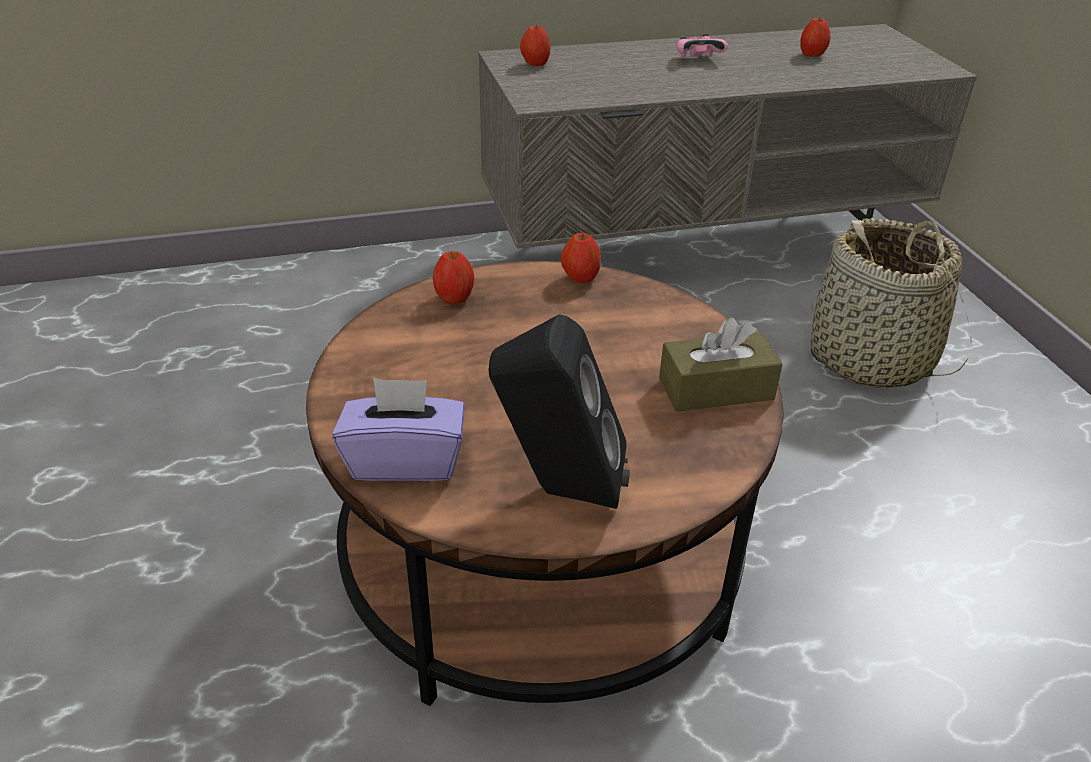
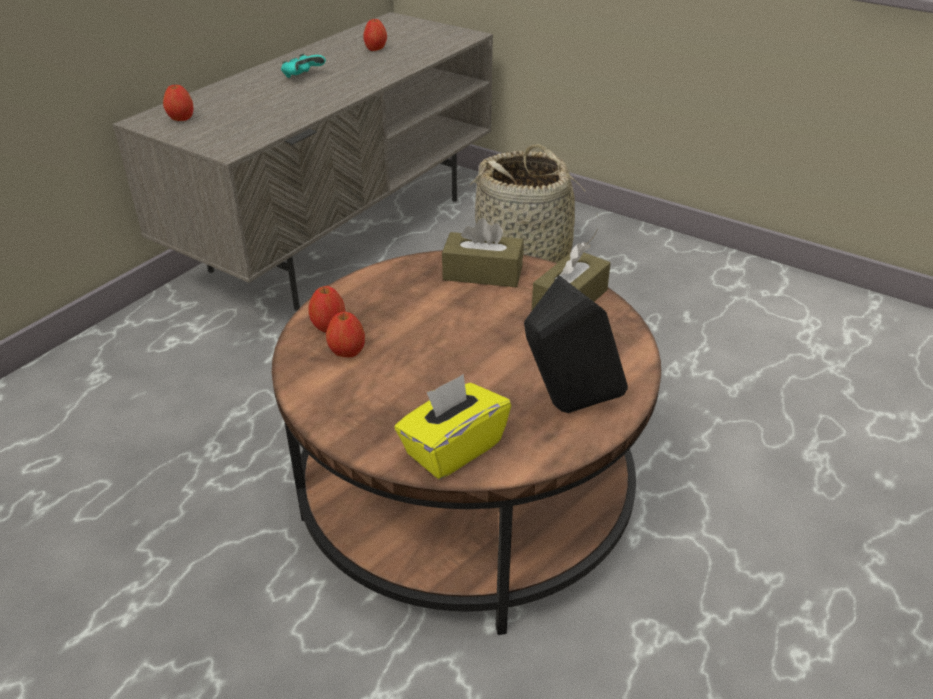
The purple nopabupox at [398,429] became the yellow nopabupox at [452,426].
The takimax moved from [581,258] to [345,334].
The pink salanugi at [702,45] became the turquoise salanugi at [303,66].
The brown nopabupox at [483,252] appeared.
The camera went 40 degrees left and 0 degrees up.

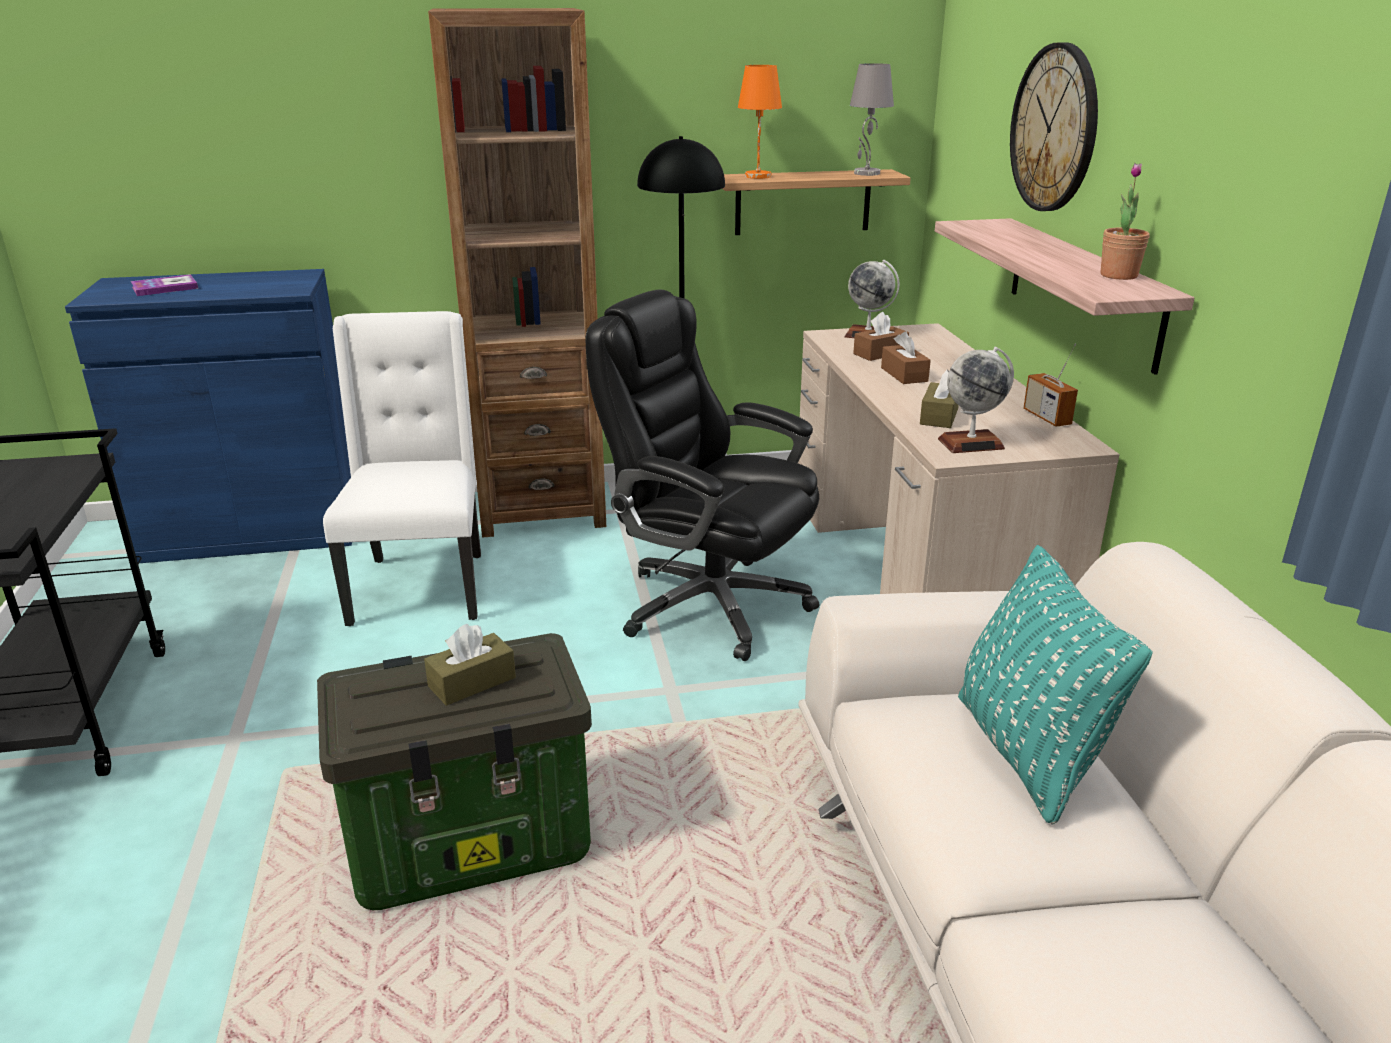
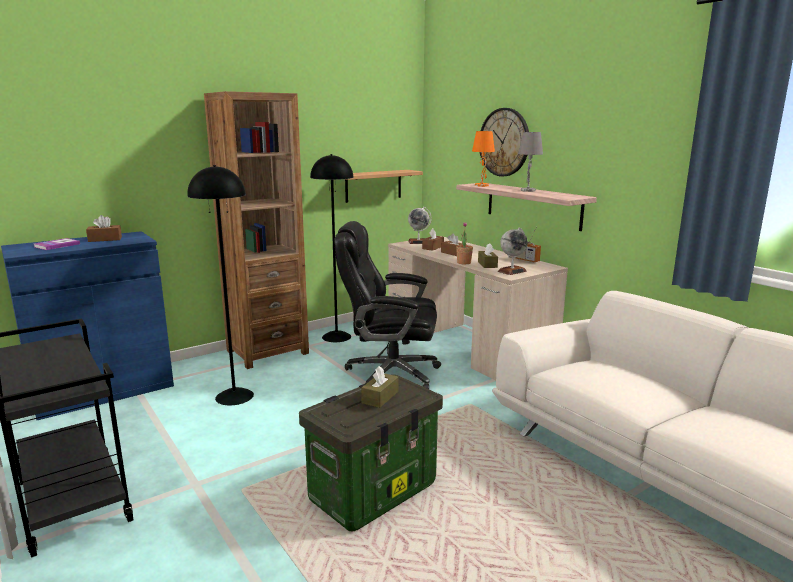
The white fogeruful at [402,468] was replaced by the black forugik at [220,285].
The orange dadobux moved from [760,122] to [483,159].
The grey dadobux moved from [872,119] to [530,162].
The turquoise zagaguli at [1055,684] disappeared.
The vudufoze moved from [1125,221] to [464,243].
The brown nopabupox at [104,228] appeared.
The camera went 25 degrees left and 10 degrees down.

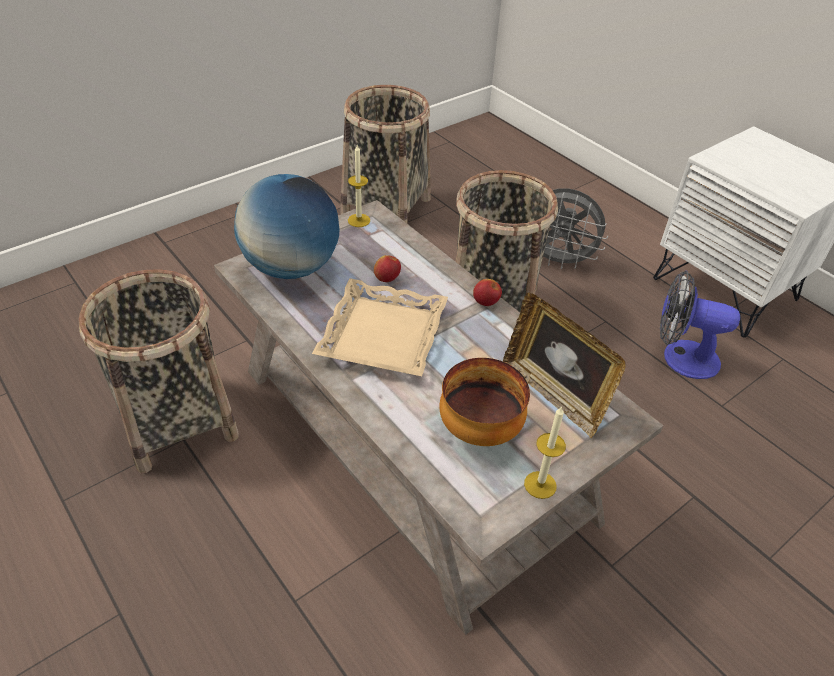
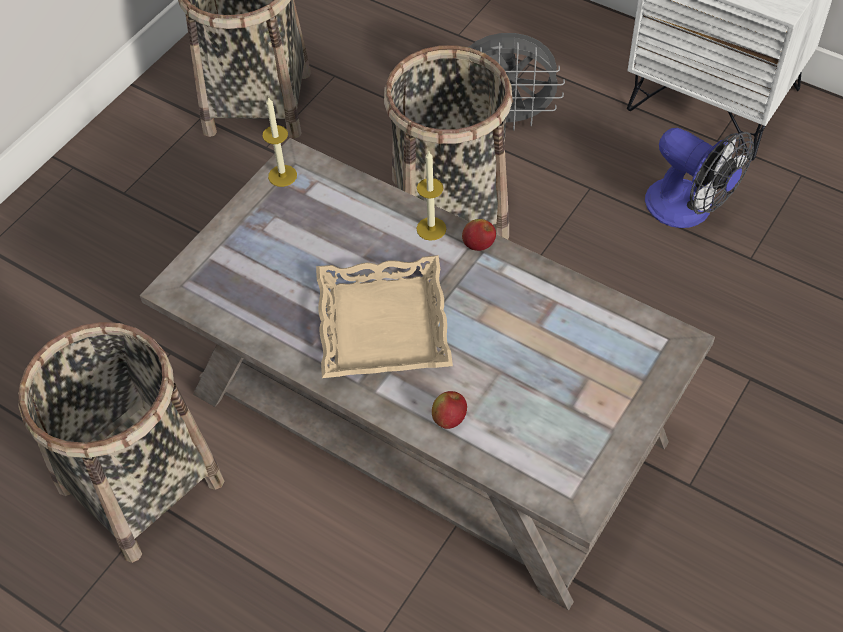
The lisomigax at [286,226] disappeared.
The takimax moved from [387,268] to [449,410].
The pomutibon at [484,402] disappeared.
The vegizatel at [564,365] disappeared.
The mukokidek moved from [545,452] to [431,196].
The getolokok at [700,324] turned 135 degrees counterclockwise.
The camera went 15 degrees left and 10 degrees up.

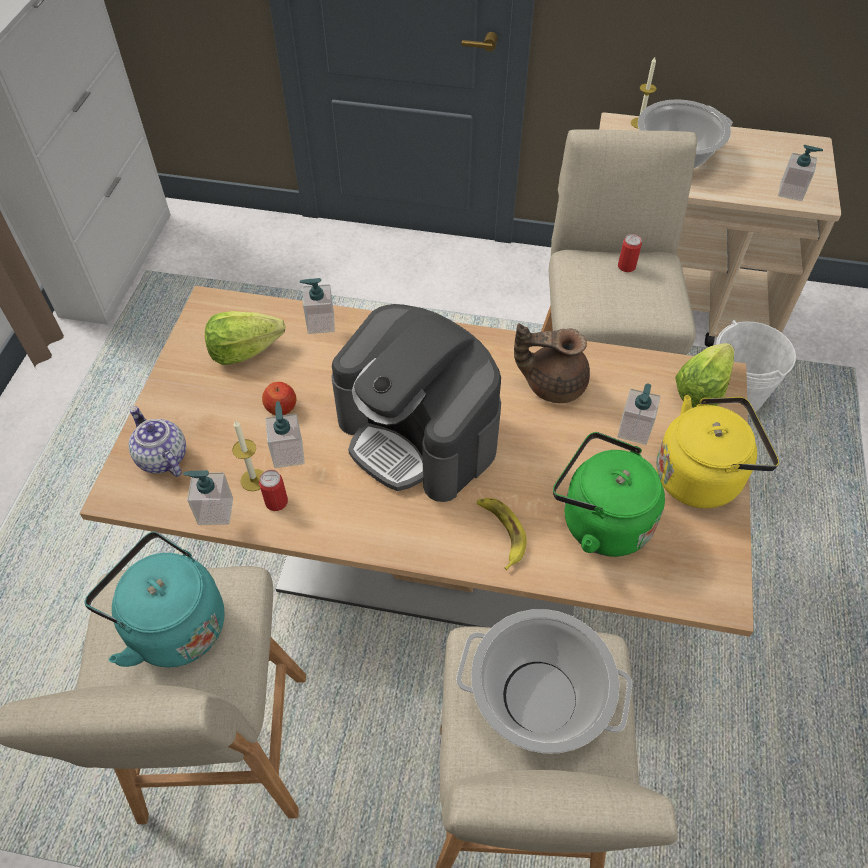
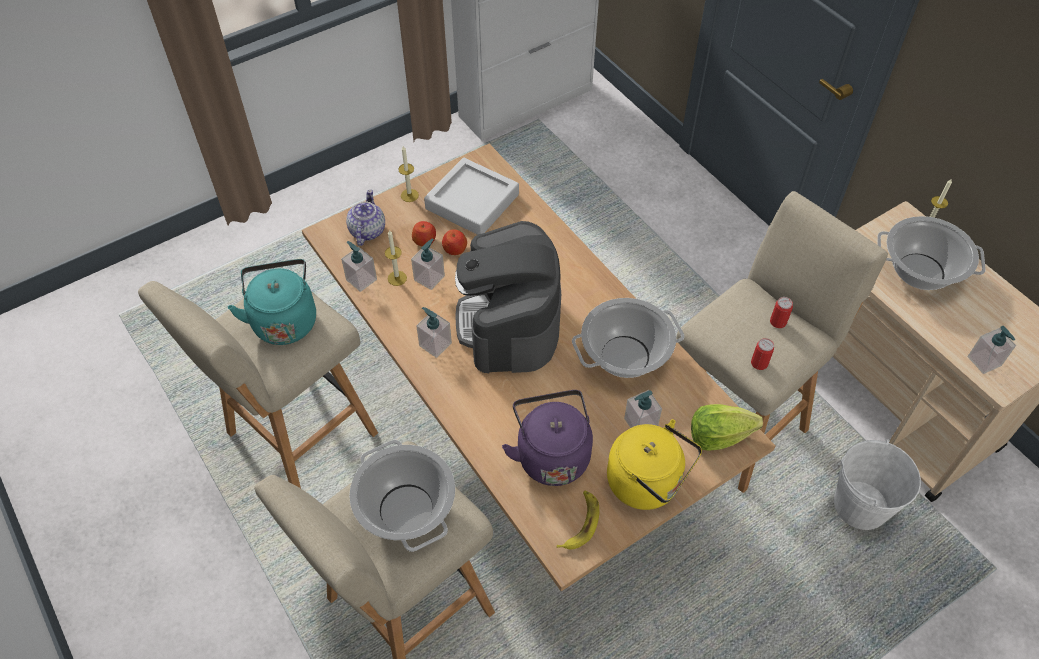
The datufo at [245,338] was replaced by the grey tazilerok at [471,196].
The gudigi moved from [273,490] to [762,354].
The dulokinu moved from [317,306] to [434,332].
The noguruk moved from [502,534] to [578,519].
The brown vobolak at [552,363] was replaced by the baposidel at [628,338].
The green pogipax at [609,494] became the purple pogipax at [547,438].
The mukokidek at [408,174] appeared.
The takimax at [424,233] appeared.
The camera went 45 degrees right and 0 degrees up.

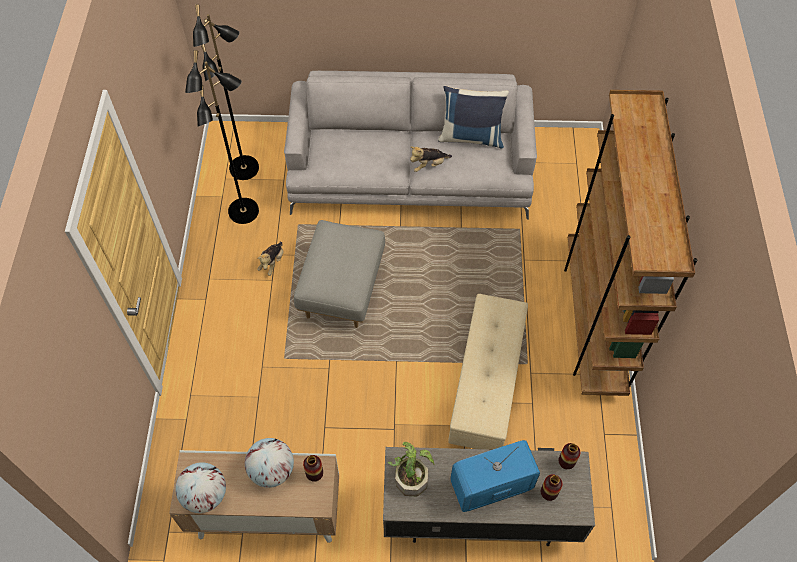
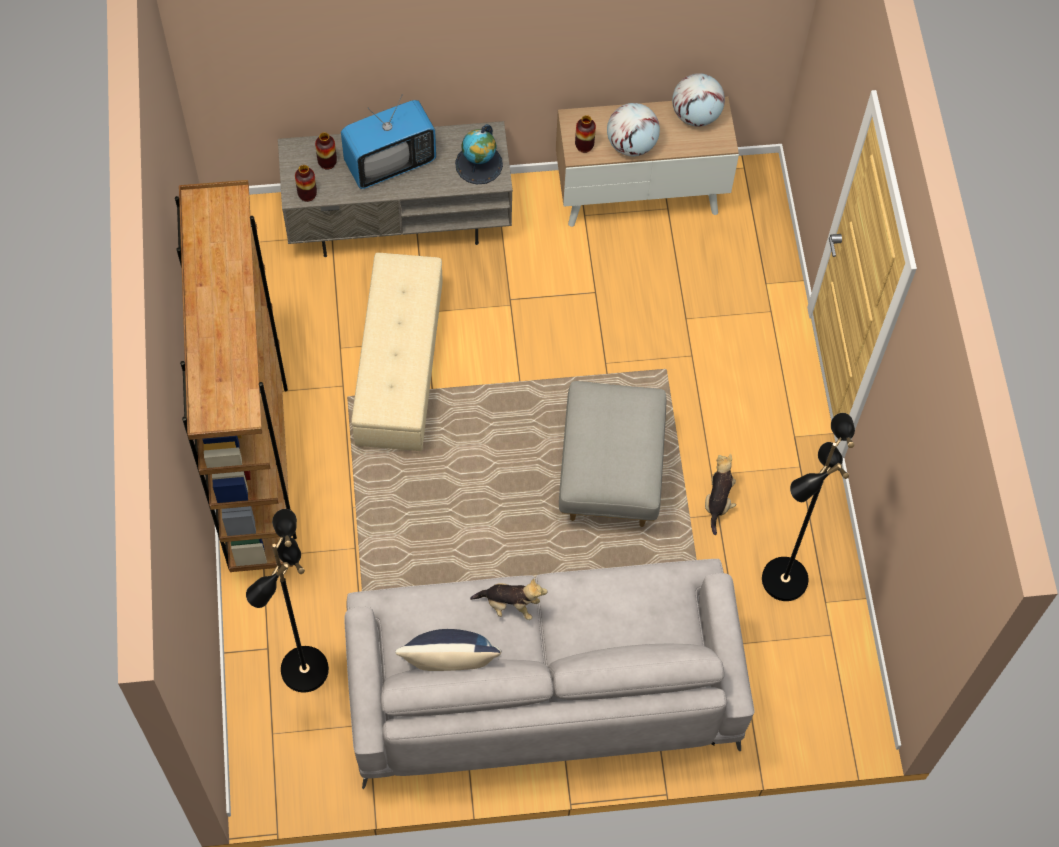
The black forugik moved from [226,92] to [287,601].
The vudufoze at [411,469] was replaced by the lisomigax at [479,154].
The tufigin at [431,159] turned 45 degrees clockwise.
The camera went 170 degrees right and 5 degrees up.

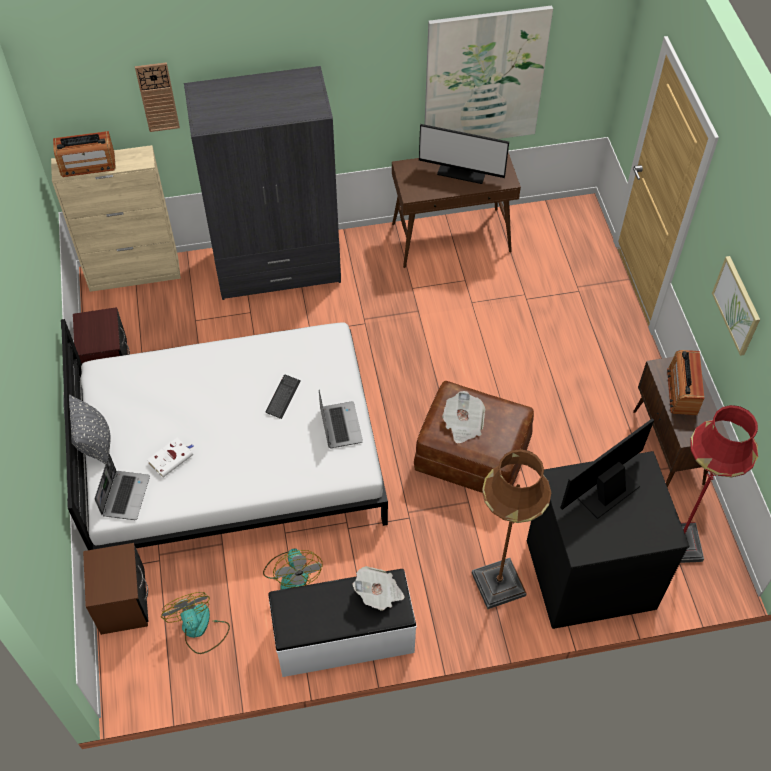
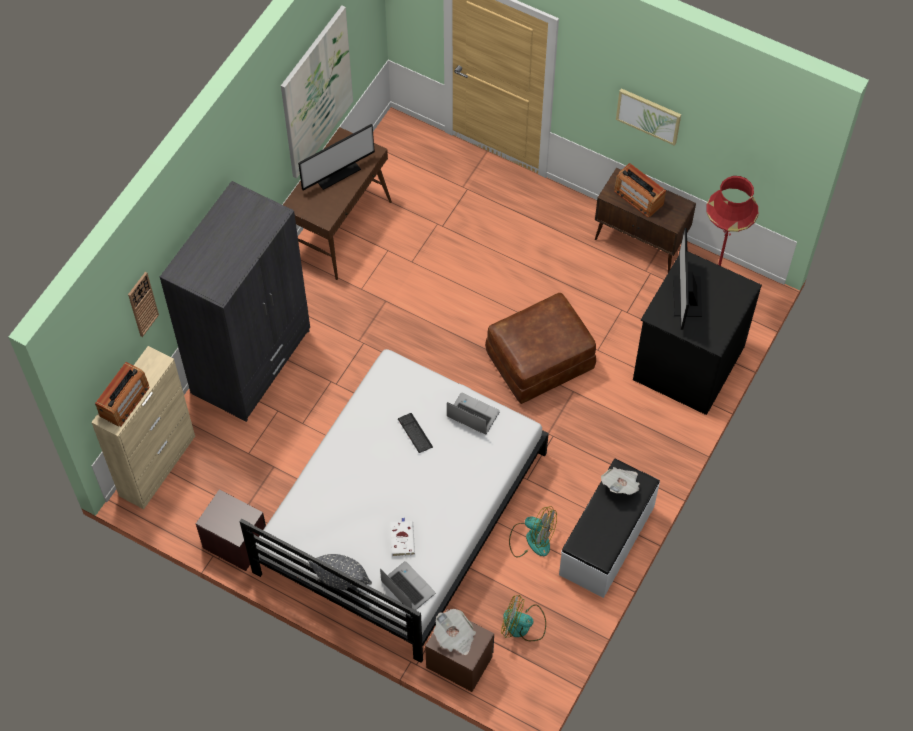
The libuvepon moved from [463,417] to [455,632].
The brown forugik at [511,529] disappeared.
The camera went 50 degrees left and 5 degrees up.

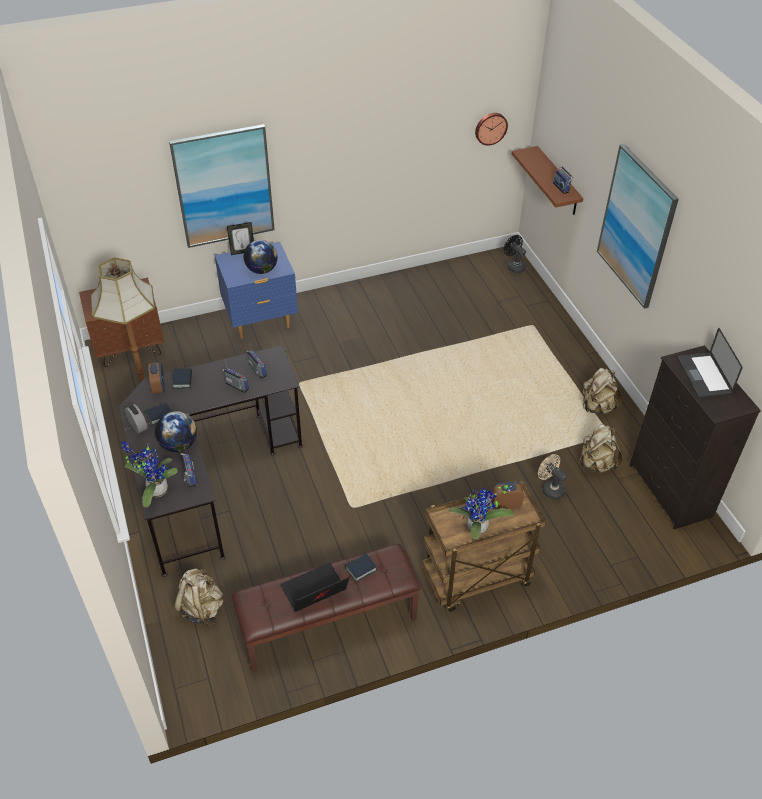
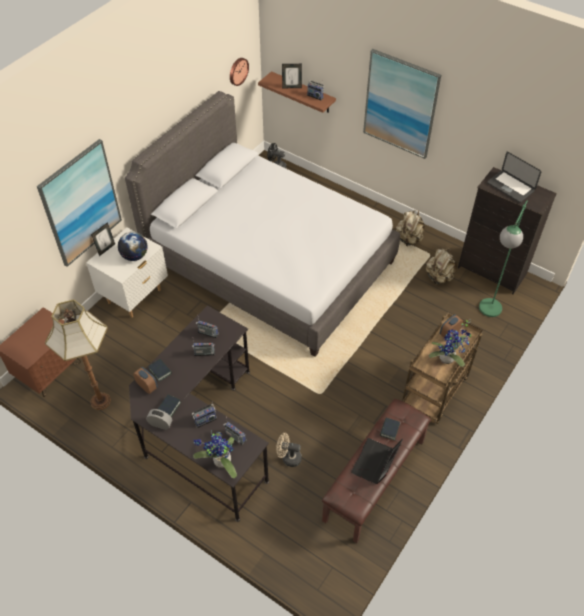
The lisomigax at [176,431] was replaced by the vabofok at [204,415].
The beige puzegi at [199,597] disappeared.
The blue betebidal at [256,290] became the white betebidal at [127,273].
The beige getolokok moved from [552,477] to [289,450].
The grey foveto at [262,224] appeared.
The vegizatel at [292,76] appeared.
The green forugik at [503,259] appeared.
The camera went 35 degrees left and 5 degrees up.

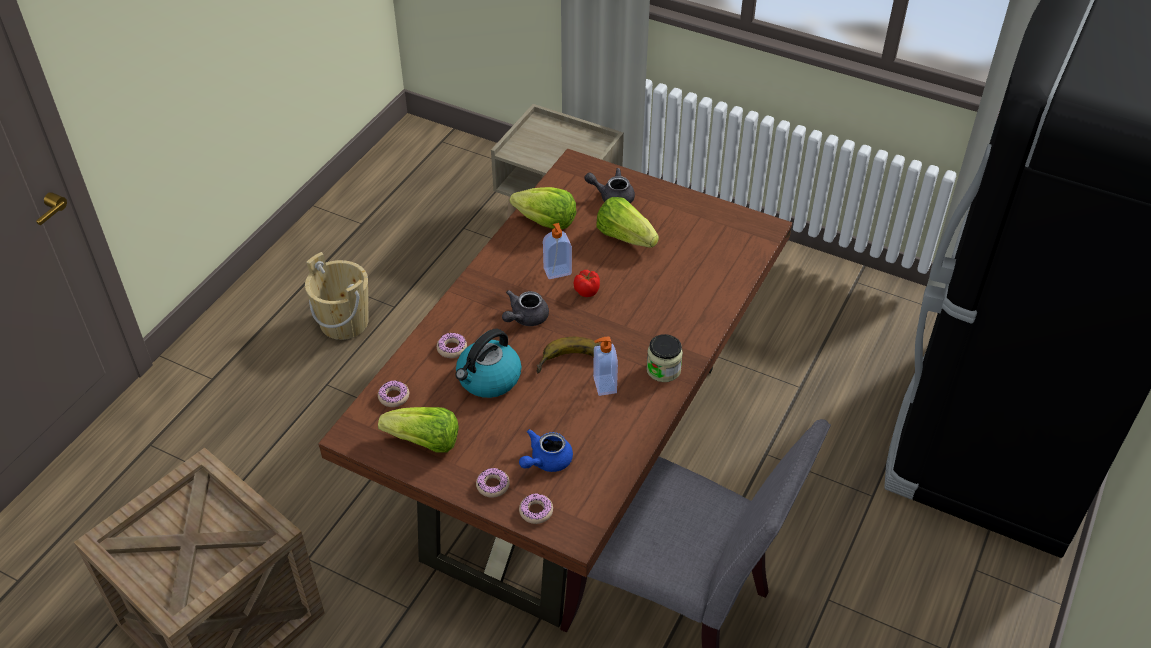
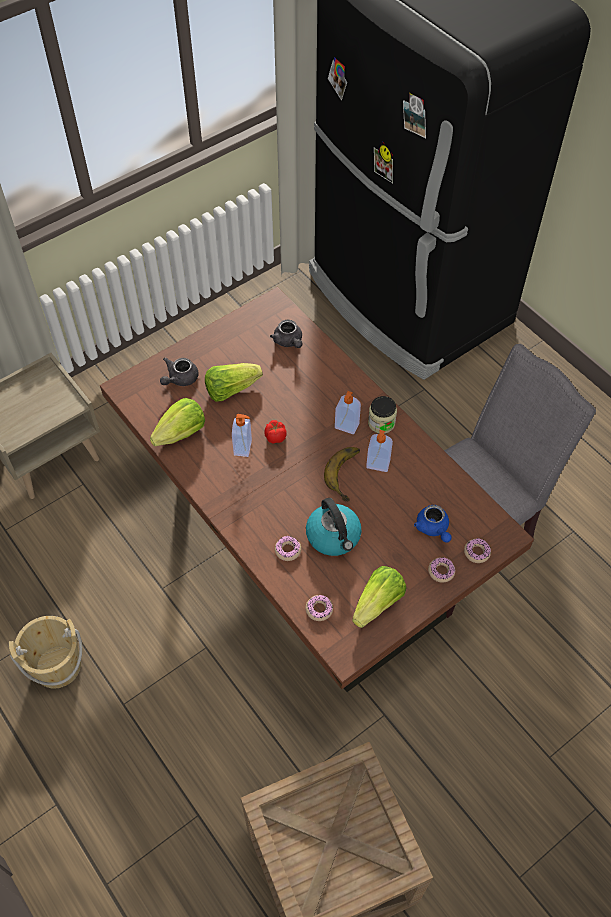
The grey vobolak moved from [525,308] to [286,334].
The dulokinu at [348,412] appeared.
The camera went 65 degrees left and 10 degrees up.

